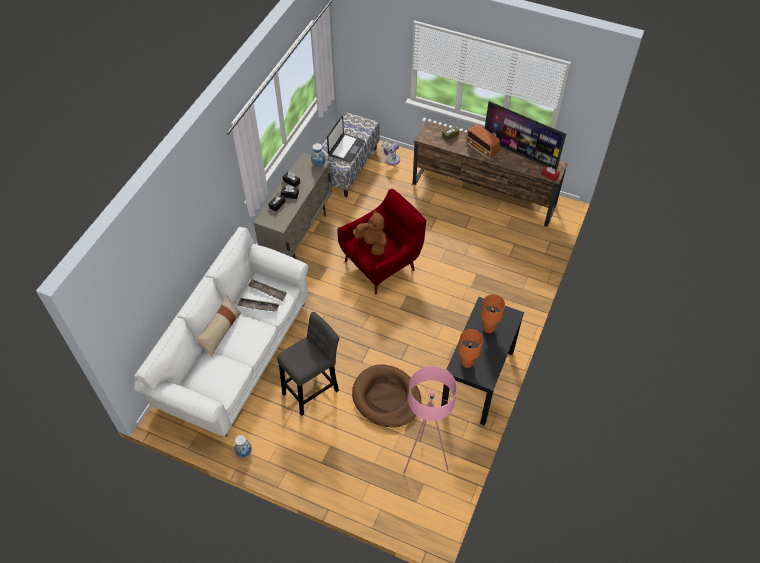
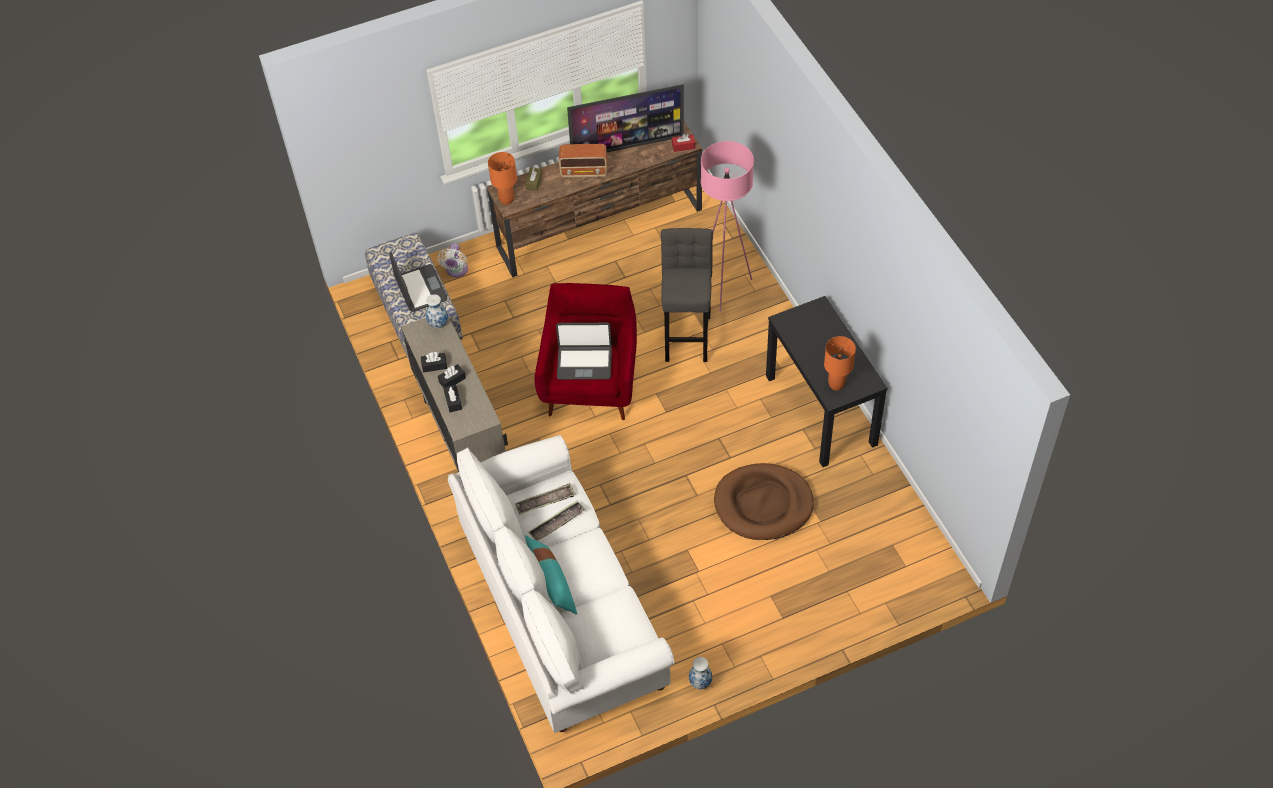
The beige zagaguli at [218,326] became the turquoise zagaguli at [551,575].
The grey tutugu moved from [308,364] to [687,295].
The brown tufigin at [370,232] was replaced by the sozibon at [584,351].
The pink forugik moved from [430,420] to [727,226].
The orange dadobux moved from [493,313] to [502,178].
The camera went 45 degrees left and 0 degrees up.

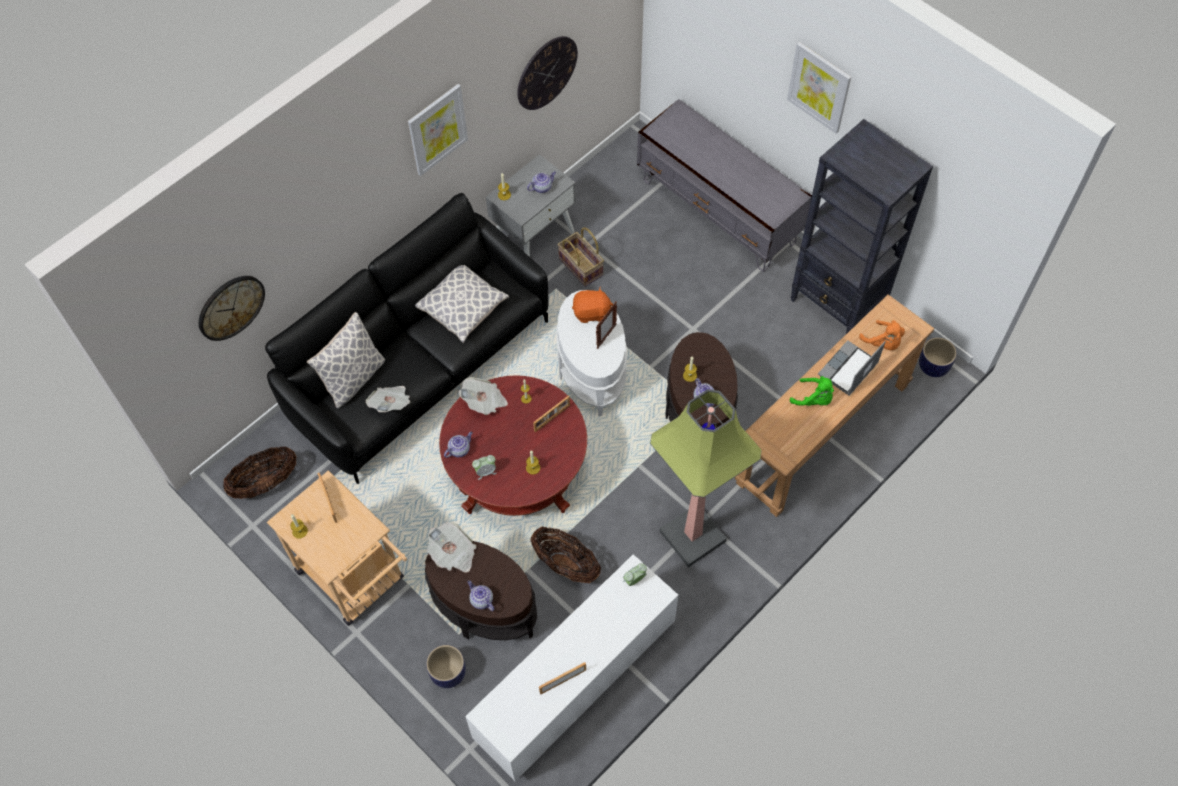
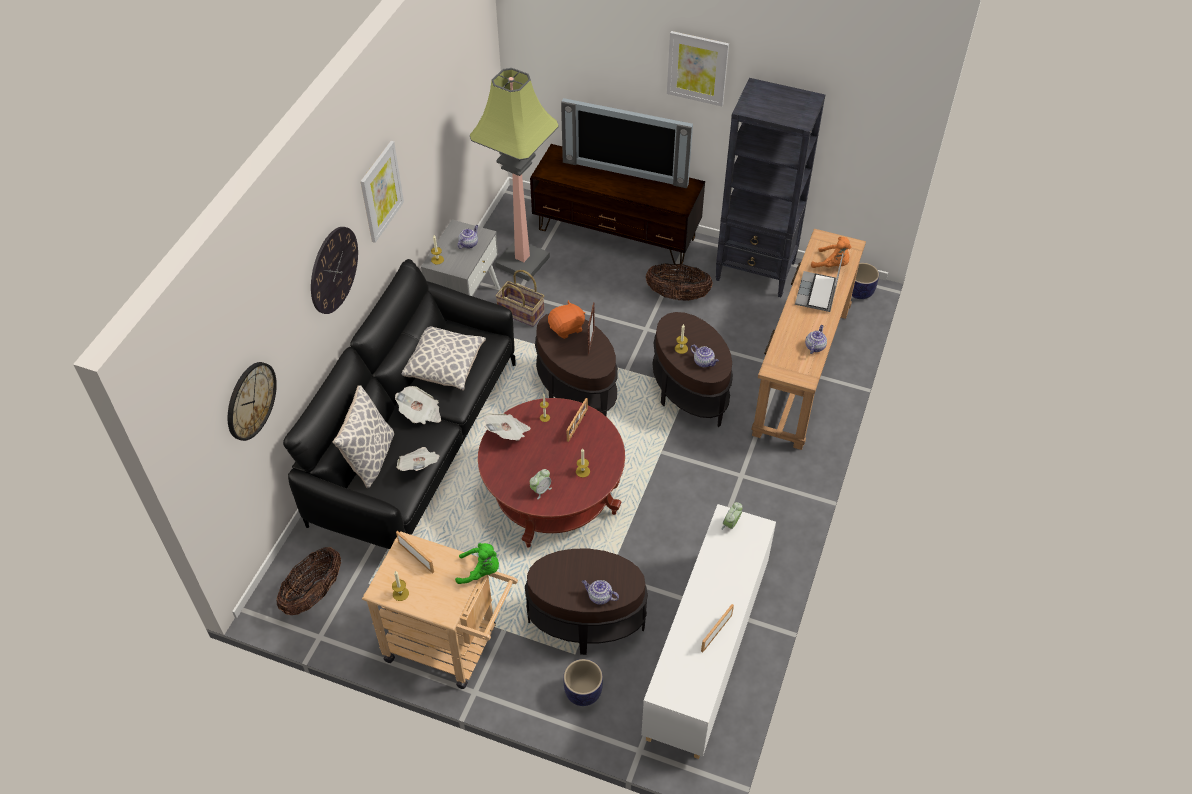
The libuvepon moved from [452,547] to [418,405].
The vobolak moved from [458,445] to [816,339].
The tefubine moved from [547,73] to [334,270].
The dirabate moved from [566,555] to [679,282].
The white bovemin at [591,353] became the brown bovemin at [576,365].
The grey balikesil at [724,185] became the brown balikesil at [617,205].
The forugik moved from [706,478] to [514,174].
The green tufigin moved from [812,391] to [477,563].
The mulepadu at [627,143] appeared.
The camera went 25 degrees left and 10 degrees down.

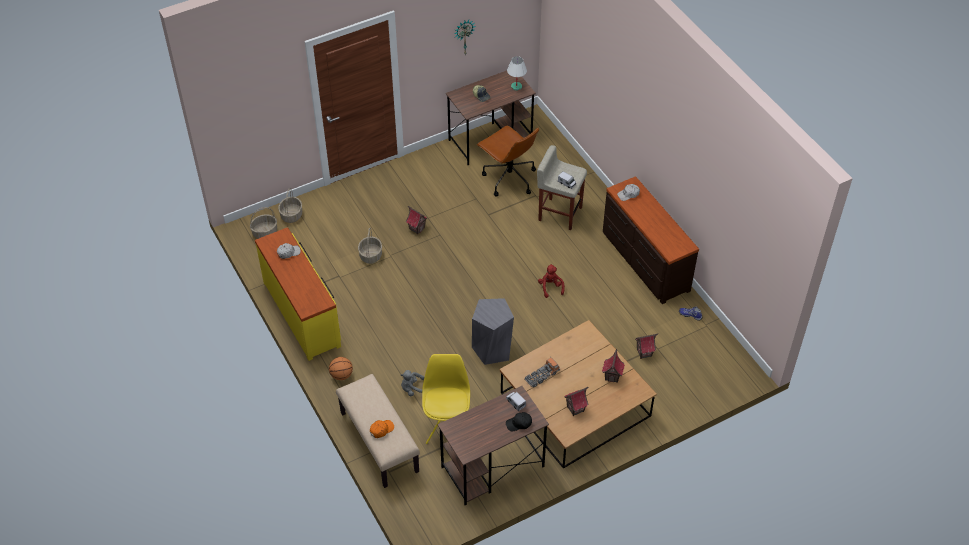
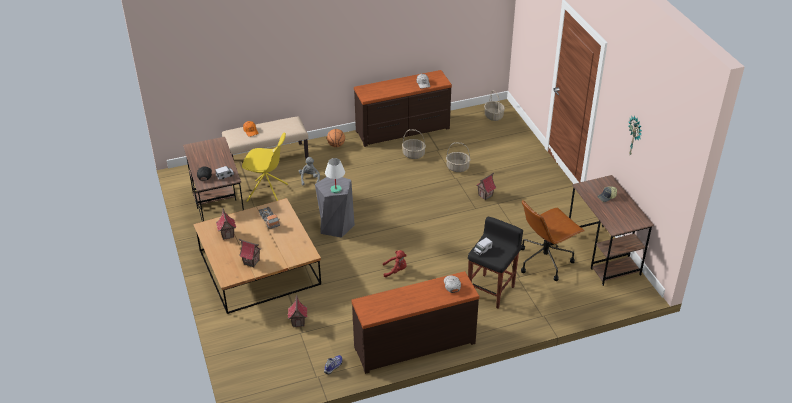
The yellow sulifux at [298,294] became the brown sulifux at [403,108].
The dirabate moved from [290,205] to [414,144].
The white dadobux moved from [517,73] to [335,176].
The beige tutugu at [562,187] became the black tutugu at [495,262].
The camera went 100 degrees right and 10 degrees down.

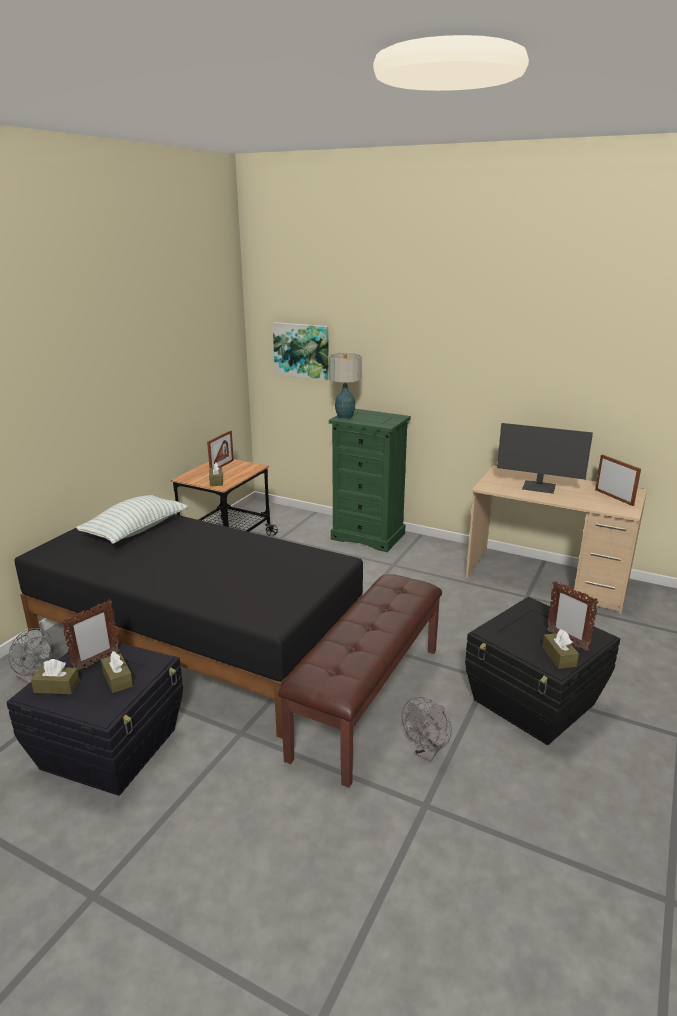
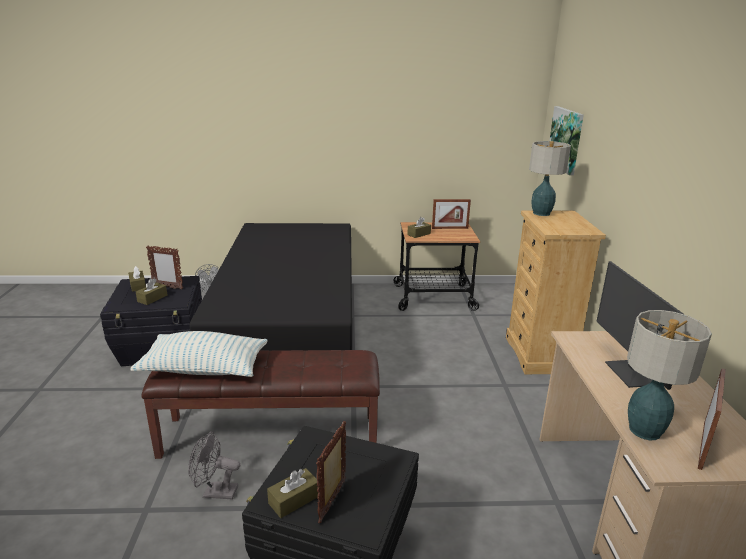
The zagaguli moved from [132,519] to [199,354].
The green sulifux at [370,480] became the beige sulifux at [556,292].
The dadobux at [669,375] appeared.
The camera went 60 degrees right and 0 degrees up.

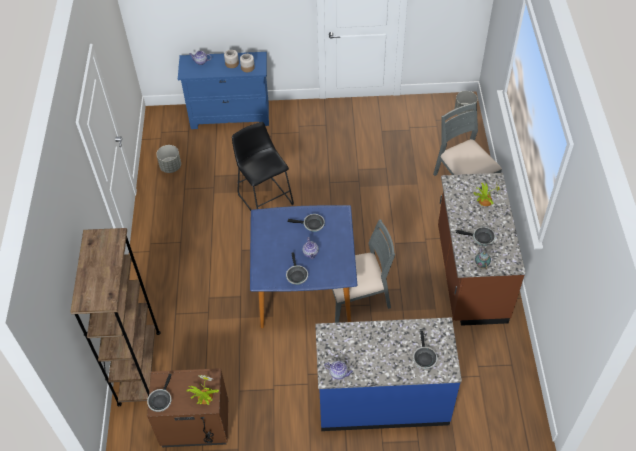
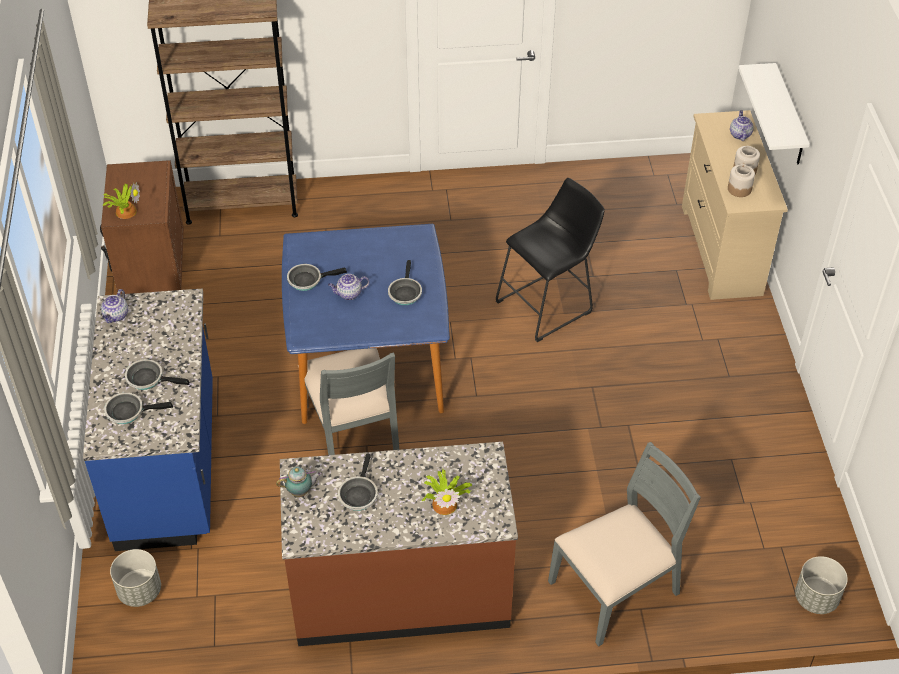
The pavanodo moved from [159,393] to [157,374].
The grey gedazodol moved from [168,159] to [135,578].
The blue sulifux at [223,90] became the beige sulifux at [735,205].
The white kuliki at [774,114] appeared.
The camera went 85 degrees right and 5 degrees down.

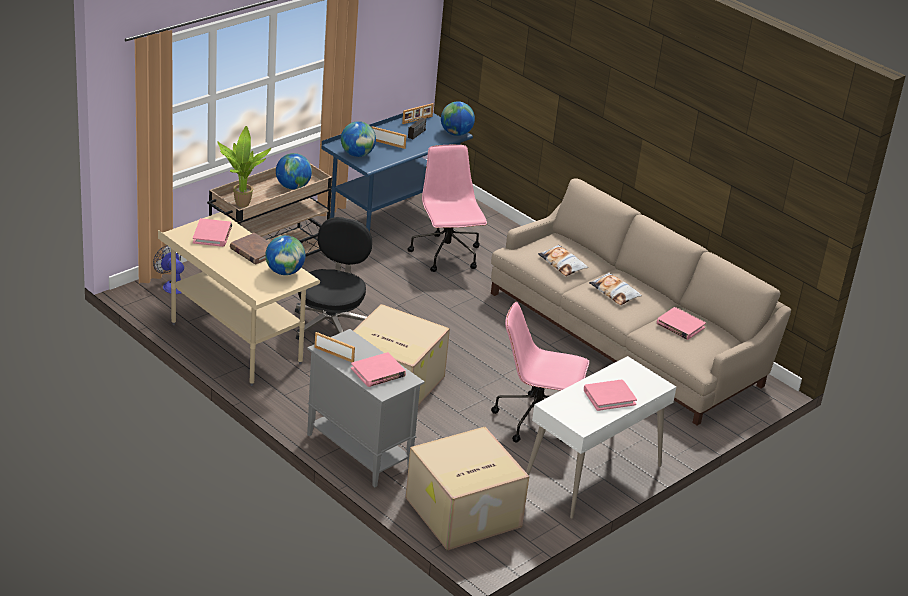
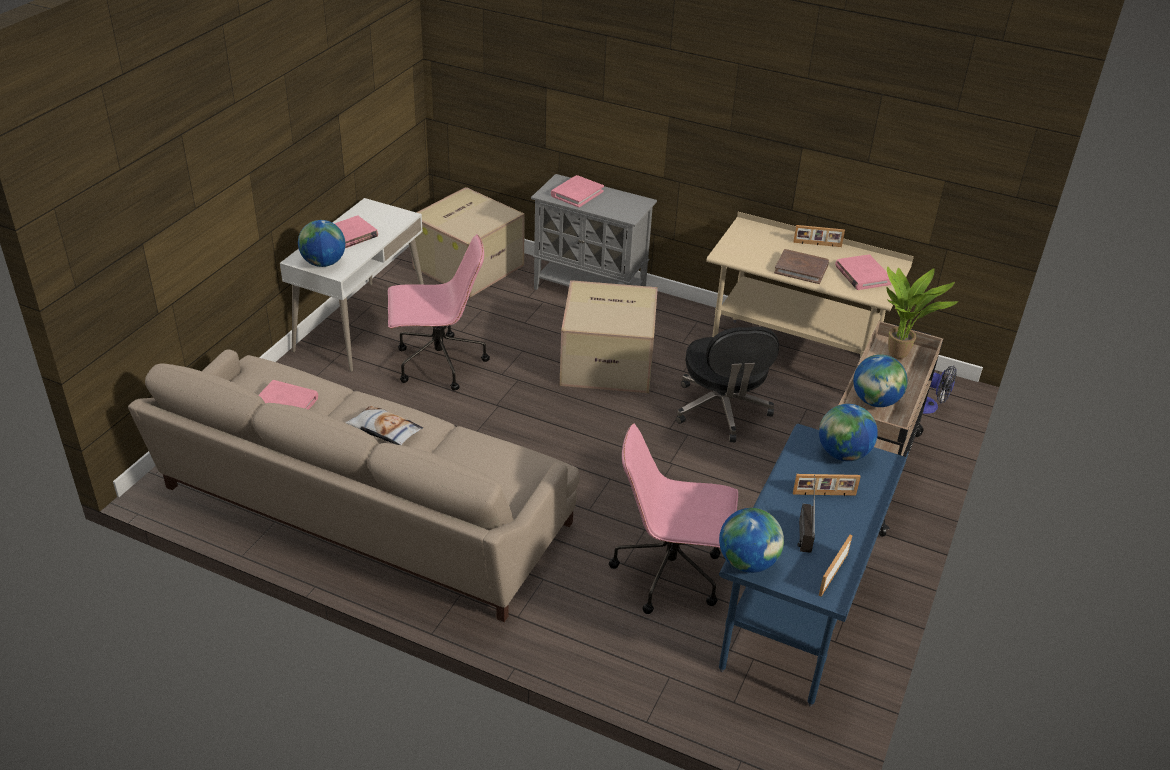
The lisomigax moved from [285,255] to [321,243].
The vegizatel moved from [335,347] to [819,236].
The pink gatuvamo at [447,208] turned 135 degrees clockwise.
The zagaguli at [563,260] disappeared.
The camera went 160 degrees right and 5 degrees up.

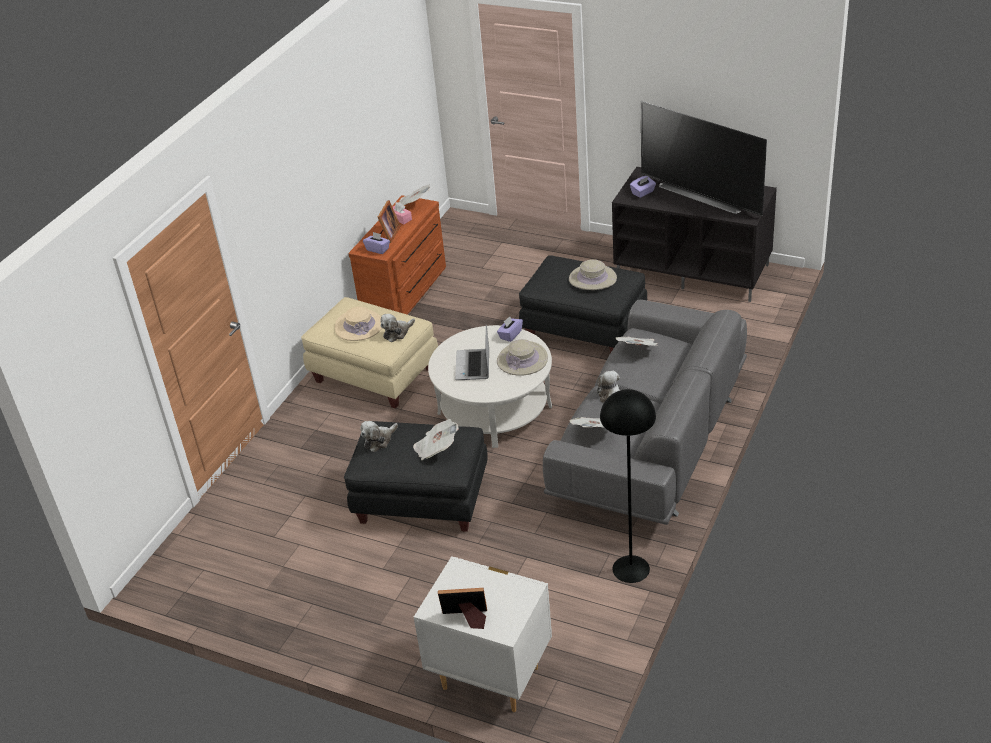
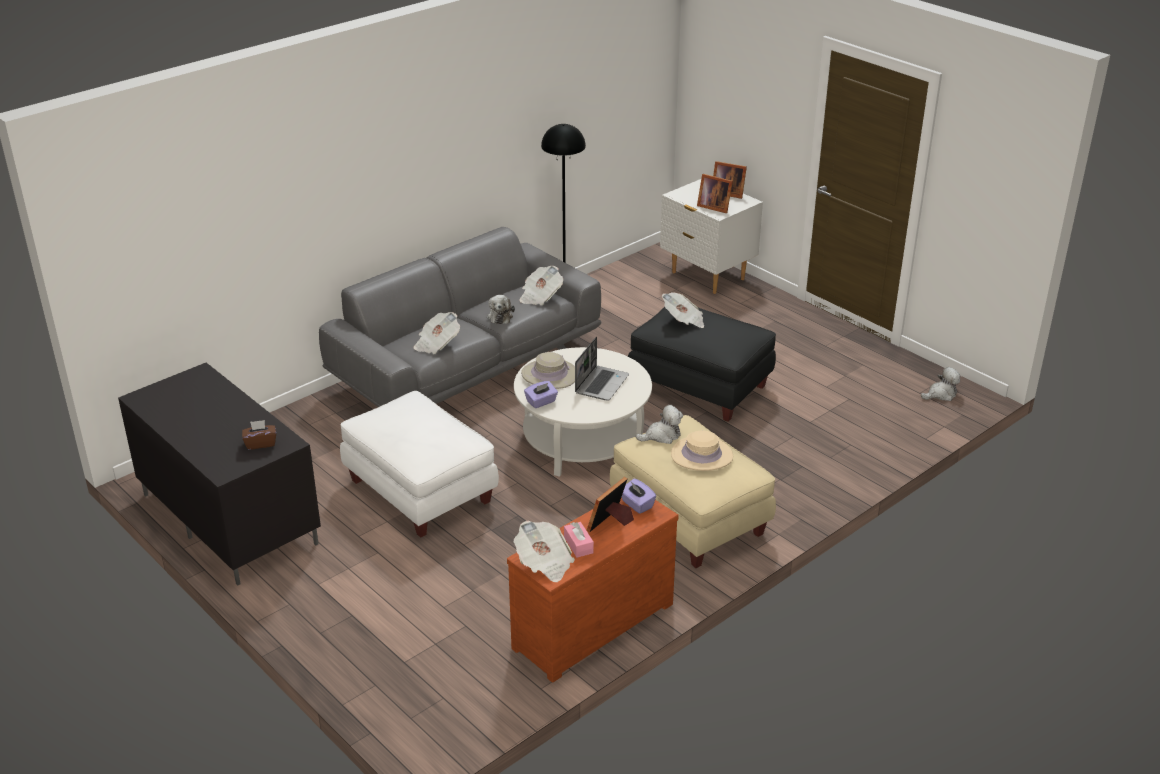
The tufigin moved from [379,436] to [940,384].
The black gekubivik at [583,304] became the white gekubivik at [419,464].
The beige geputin at [593,274] disappeared.
The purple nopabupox at [643,187] became the brown nopabupox at [259,435].
The mulepadu at [704,158] disappeared.
The vegizatel at [715,193] appeared.
The camera went 160 degrees left and 5 degrees down.

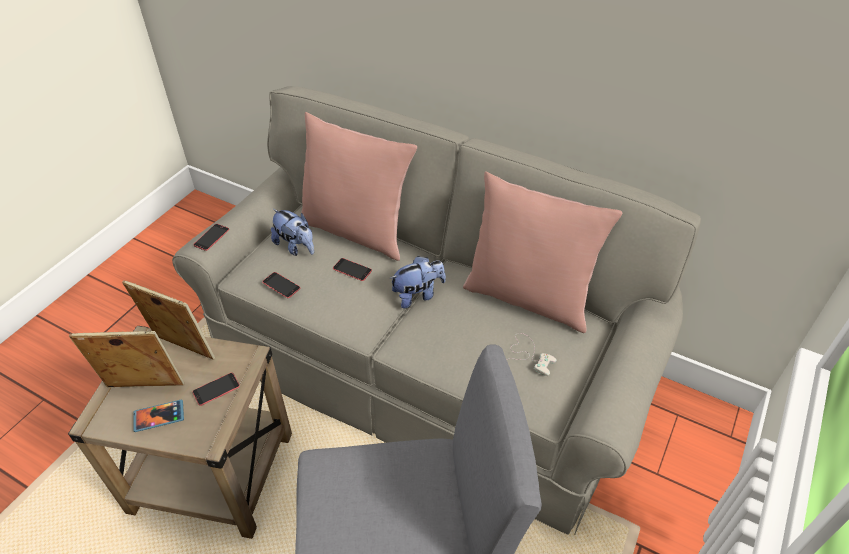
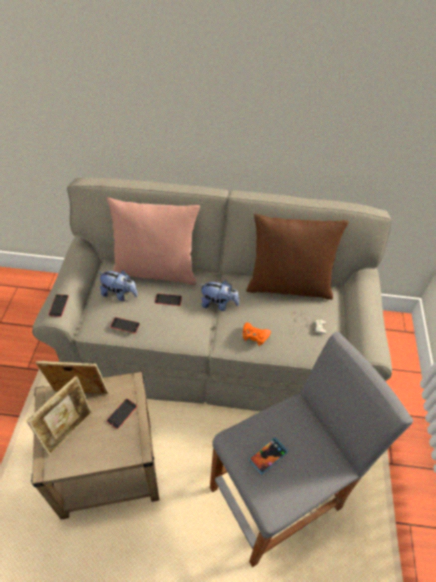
The vegizatel at [126,359] turned 150 degrees clockwise.
The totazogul moved from [158,416] to [268,456].
The tufigin at [417,282] turned 60 degrees clockwise.
The pink zagaguli at [542,252] became the brown zagaguli at [297,257].
The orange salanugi at [257,334] appeared.
The camera went 25 degrees left and 5 degrees up.

